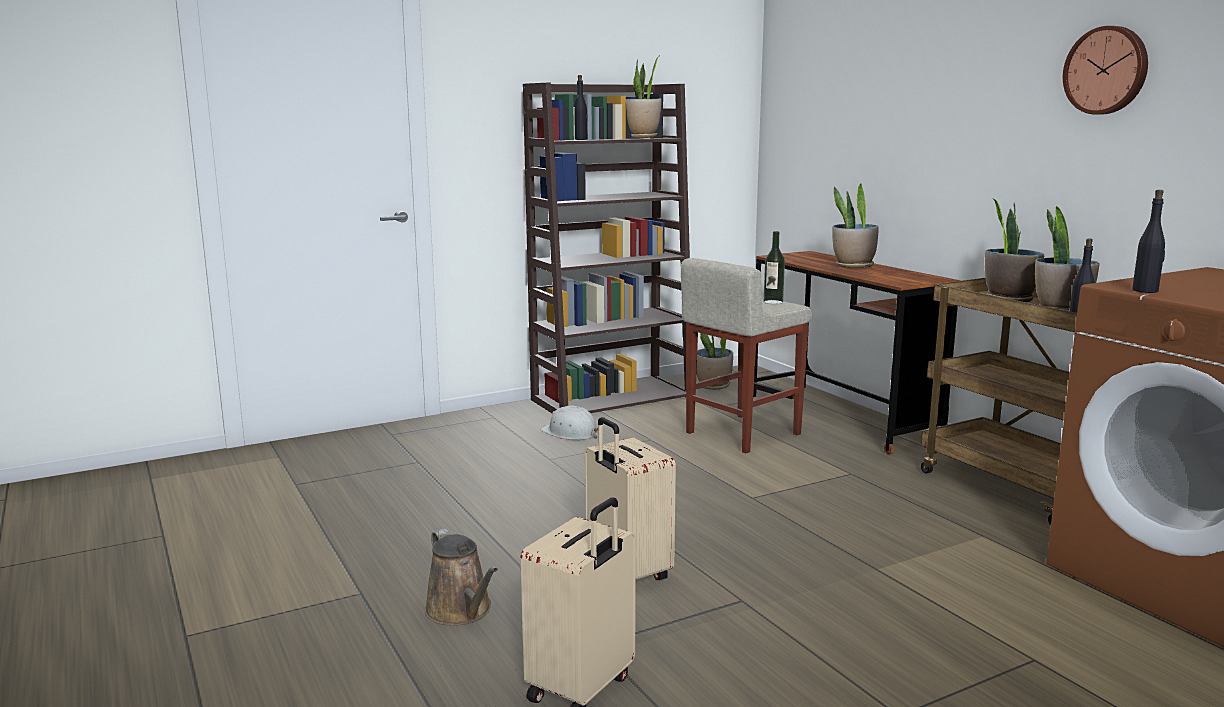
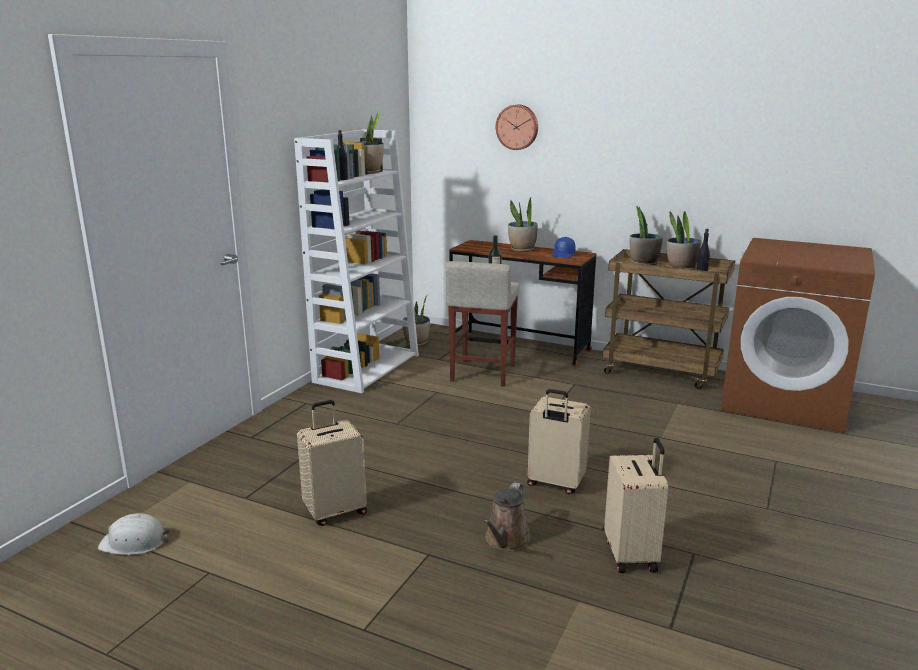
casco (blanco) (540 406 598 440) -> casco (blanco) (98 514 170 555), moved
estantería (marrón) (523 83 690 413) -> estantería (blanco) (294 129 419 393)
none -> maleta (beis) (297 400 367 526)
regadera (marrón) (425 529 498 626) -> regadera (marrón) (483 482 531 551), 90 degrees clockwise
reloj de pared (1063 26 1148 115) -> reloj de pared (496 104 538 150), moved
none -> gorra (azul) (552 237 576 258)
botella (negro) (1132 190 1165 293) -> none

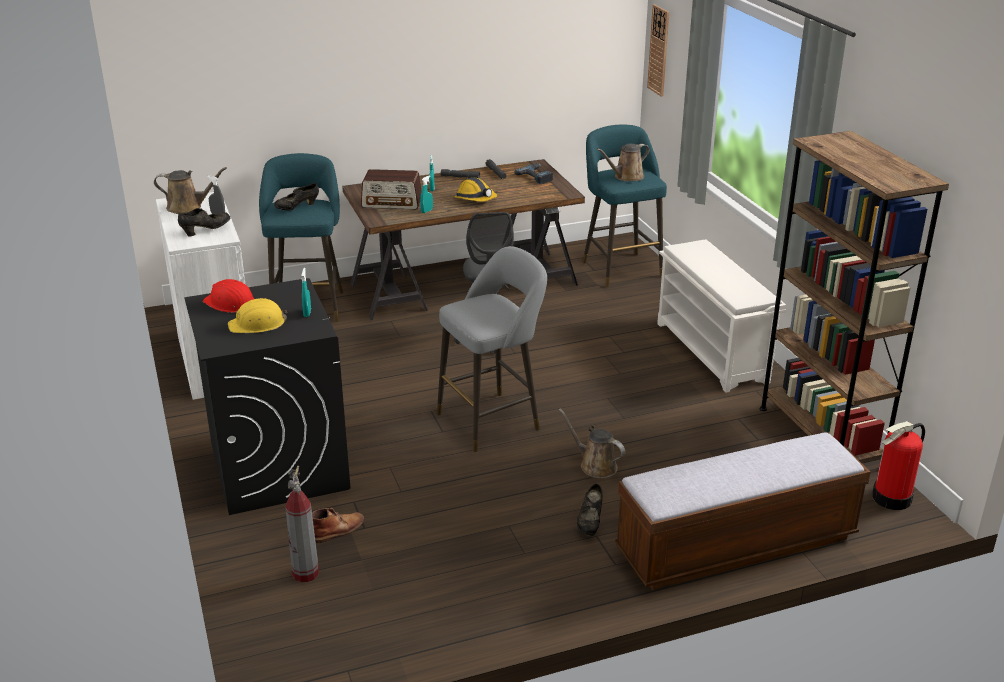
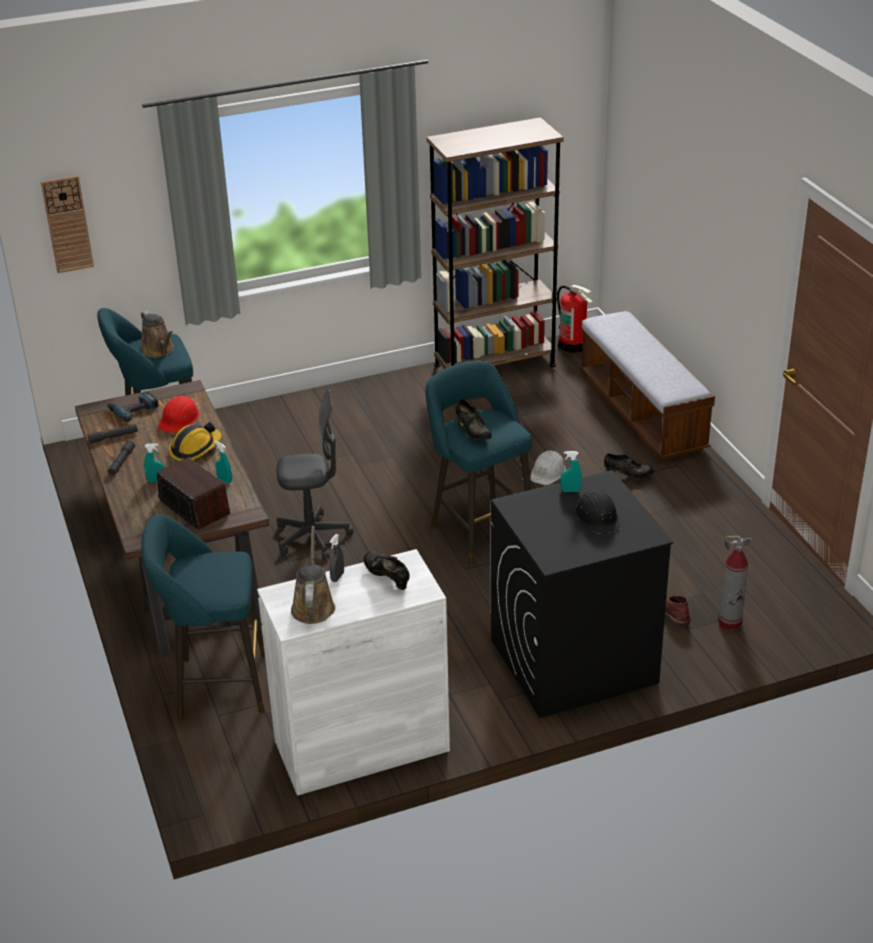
radio (361 169 422 210) -> radio (157 457 230 530), 45 degrees counterclockwise
casco (rojo) (203 279 255 313) -> casco (rojo) (158 396 200 433), moved
taburete (gris) (437 246 547 452) -> taburete (turquesa) (426 360 532 565)
zapato (negro) (274 183 319 210) -> zapato (negro) (456 399 492 440), moved
regadera (marrón) (559 409 625 478) -> casco (blanco) (530 451 566 485)
casco (amarillo) (228 298 287 333) -> casco (negro) (575 490 621 534)
zapatero (blanco) (657 240 786 393) -> none

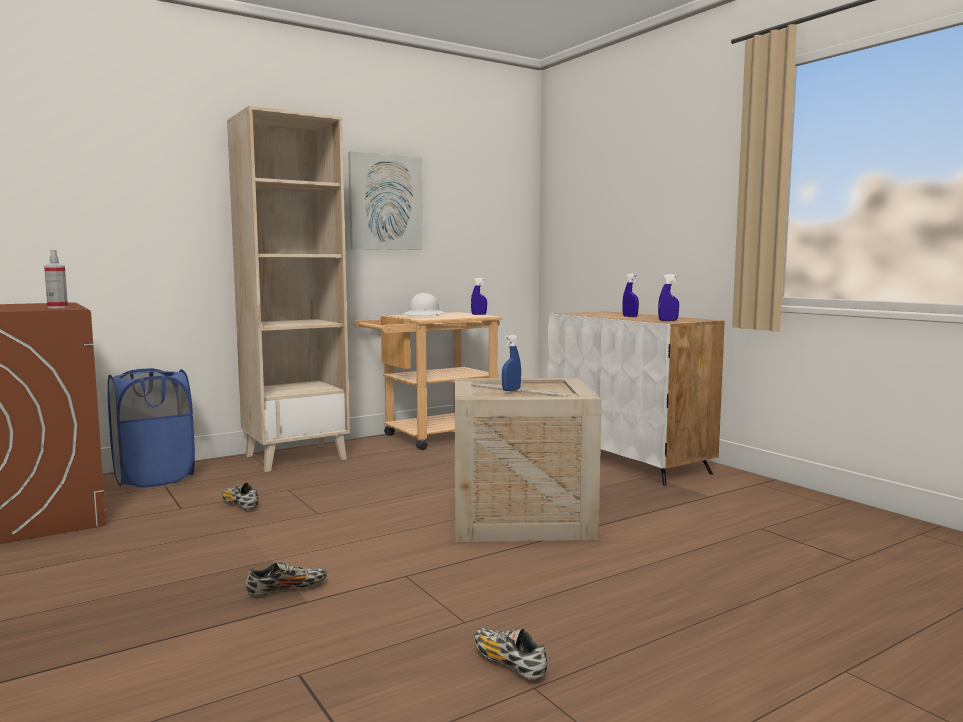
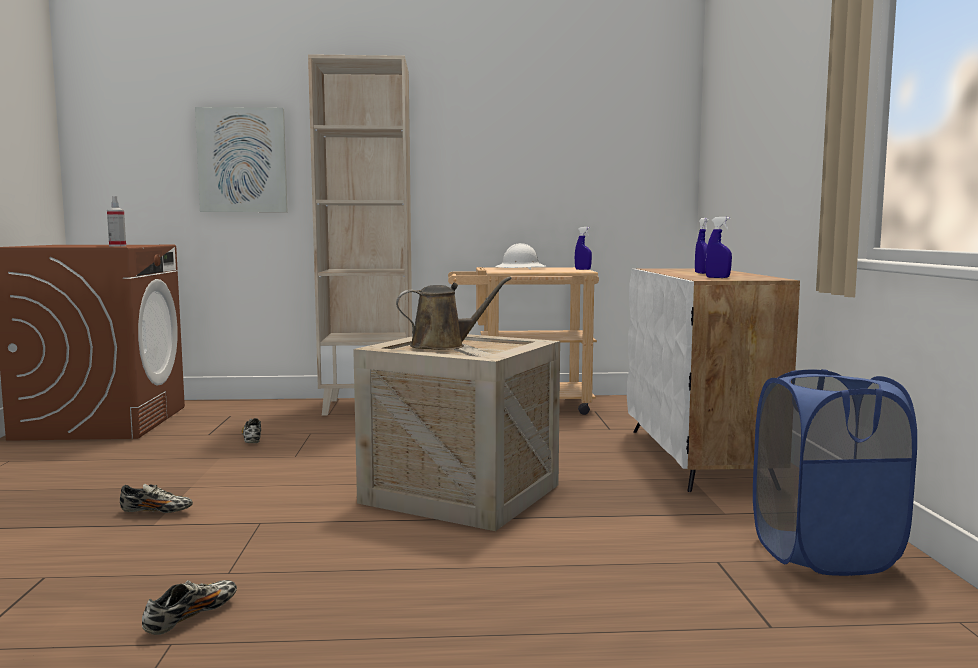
zapato (474 628 547 680) -> zapato (142 580 237 635), 45 degrees clockwise
cuadro (348 151 423 250) -> cuadro (195 107 288 212), moved
pulverizador (azul) (502 335 521 391) -> regadera (marrón) (396 276 512 350)
cesto de la ropa (azul) (108 368 195 488) -> cesto de la ropa (azul) (753 369 917 576), moved

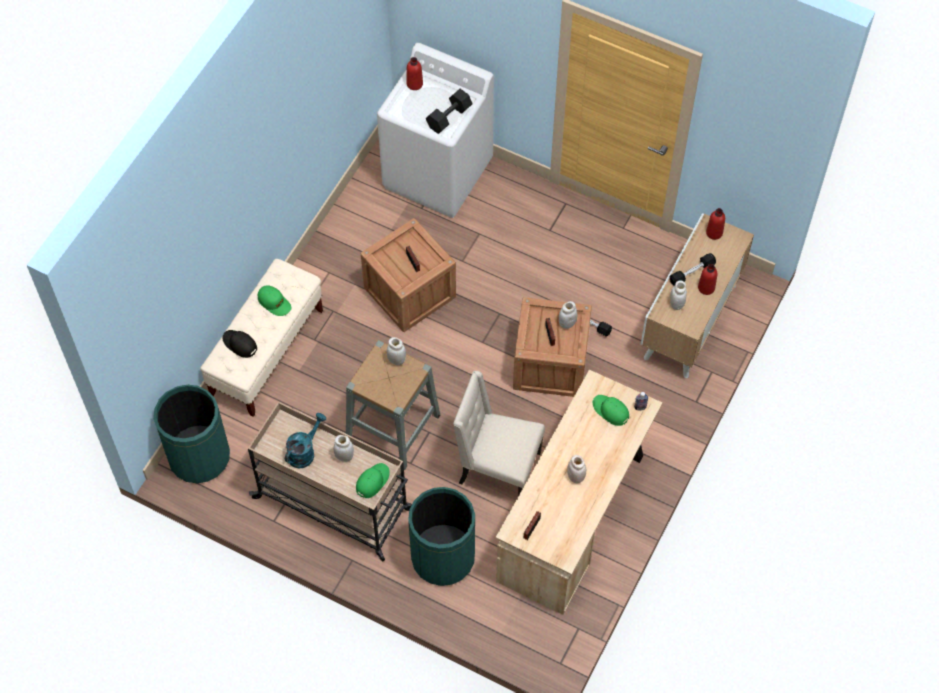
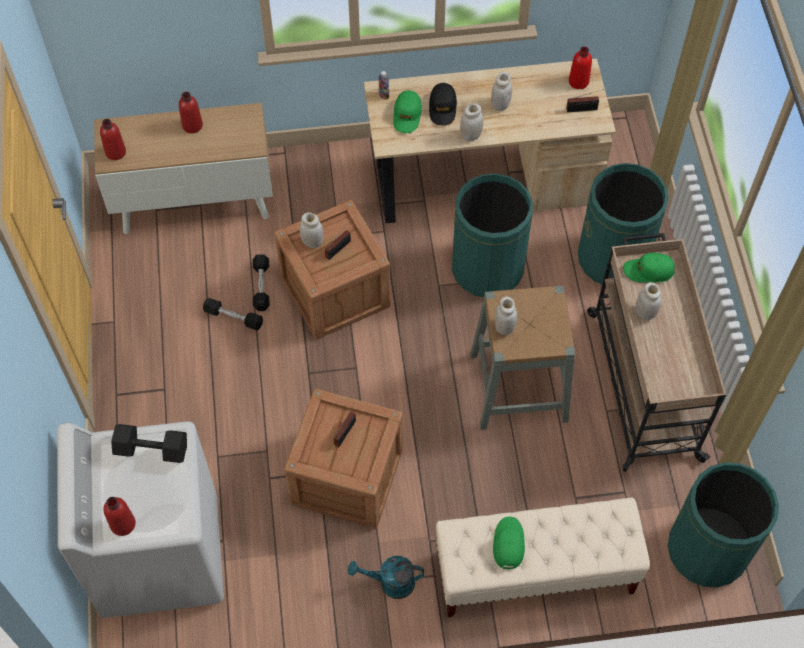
mancuerna (negro) (670 253 716 286) -> mancuerna (negro) (203 298 263 330), moved
regadera (turquesa) (285 413 326 469) -> regadera (turquesa) (348 556 424 599), moved
gorra (negro) (222 330 257 358) -> gorra (negro) (429 83 457 125), moved
silla (beis) (453 371 545 496) -> papelera (verde) (452 173 533 297)
tarro (blanco) (670 280 687 310) -> tarro (blanco) (460 103 484 142), moved
none -> botella (rojo) (569 47 592 89)

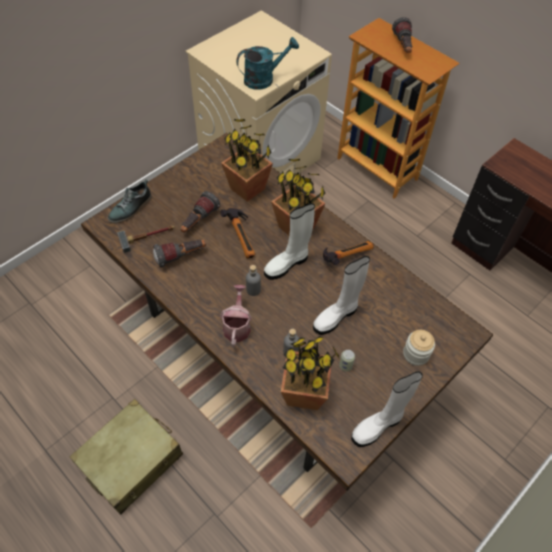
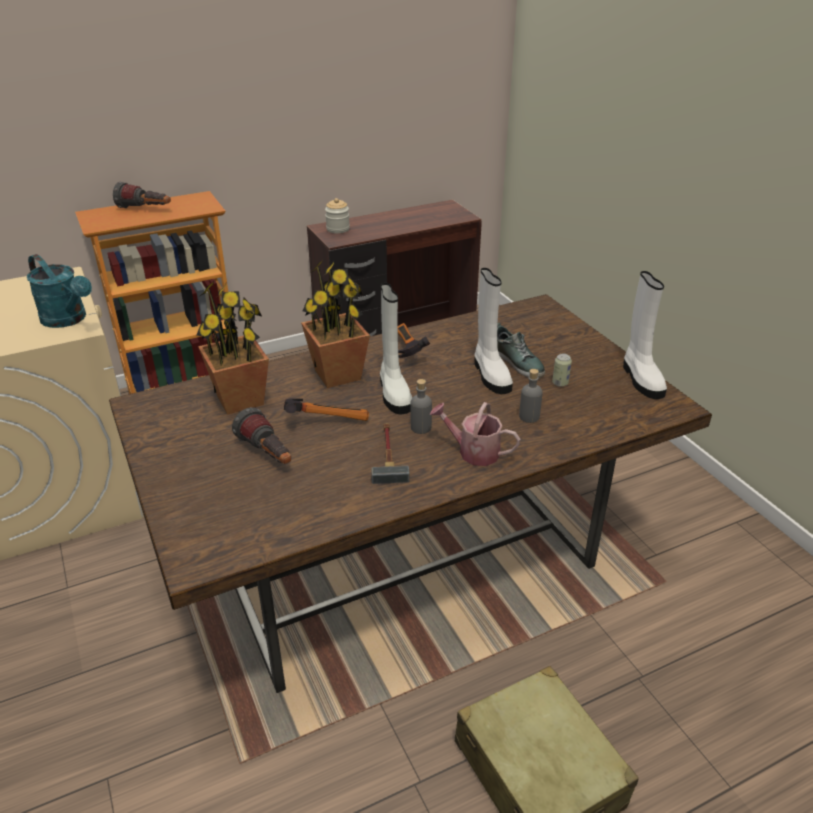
regadera (turquesa) (236 37 299 90) -> regadera (turquesa) (27 254 92 328), 135 degrees clockwise
tarro (403 330 435 366) -> tarro (325 198 350 233), moved
martillo (117 225 174 253) -> martillo (371 423 410 484), moved
zapato (108 179 152 223) -> zapato (497 323 545 378), moved
linterna (153 240 206 268) -> none
planta en maceta (281 336 339 410) -> none

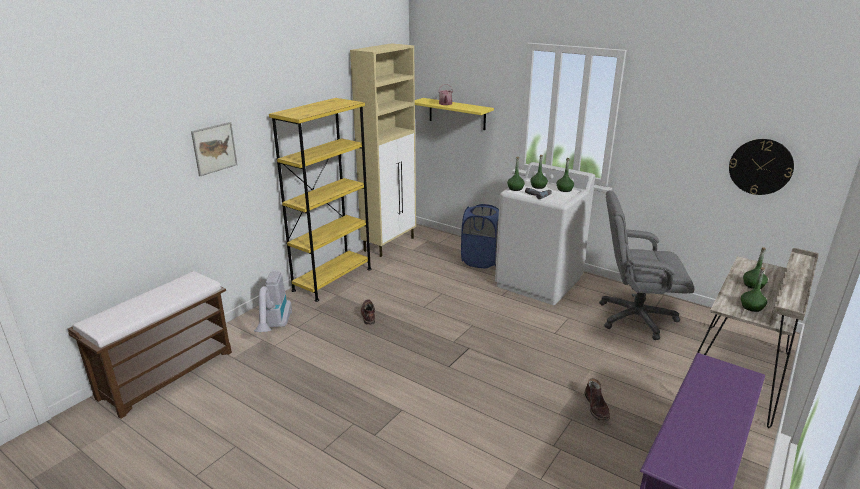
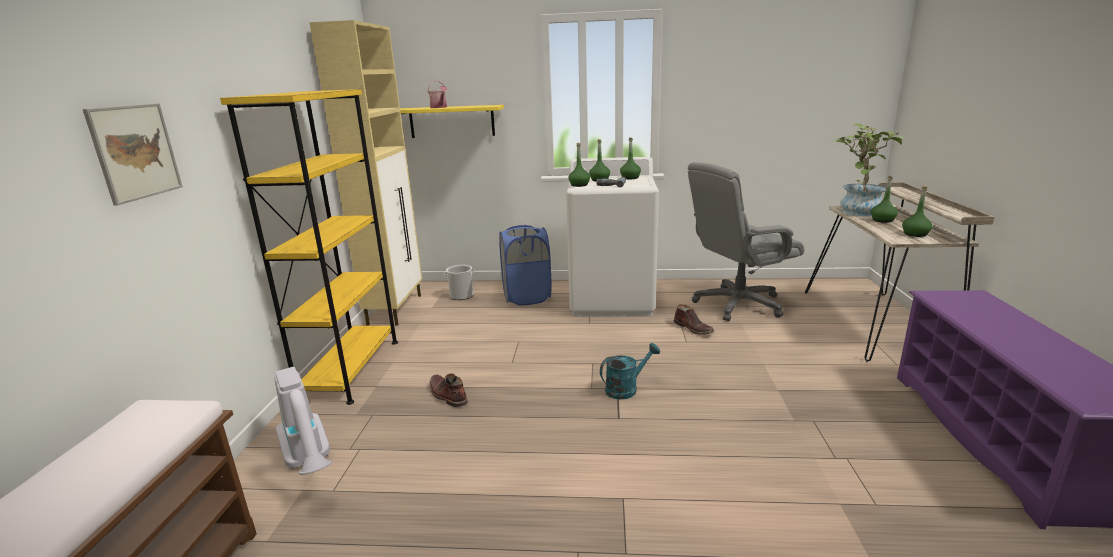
none -> cubo (444 265 475 300)
none -> regadera (turquesa) (600 343 660 399)
bota (marrón) (584 378 610 421) -> bota (marrón) (674 304 714 335), moved
none -> planta en maceta (833 123 905 217)
reloj de pared (729 139 794 195) -> none

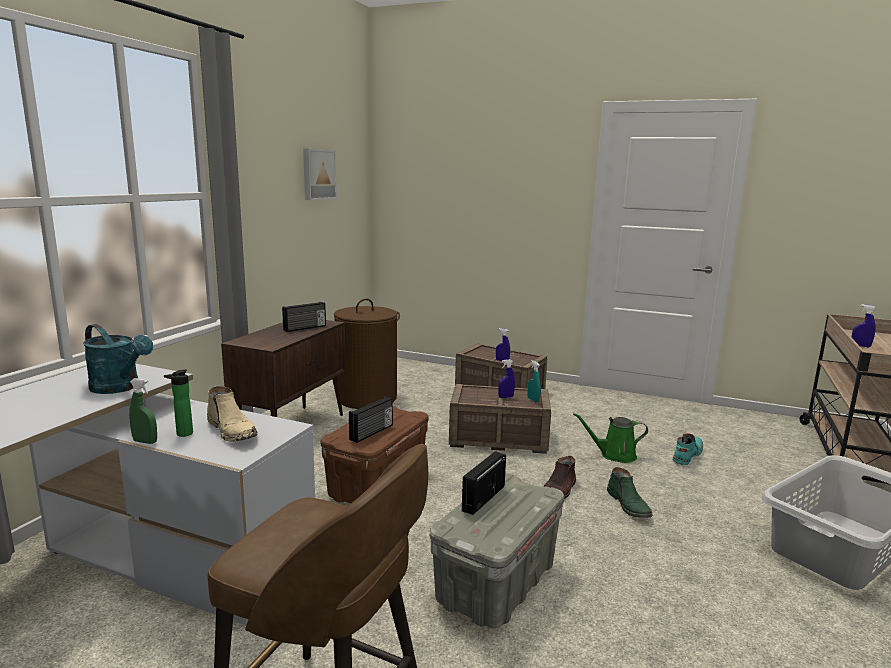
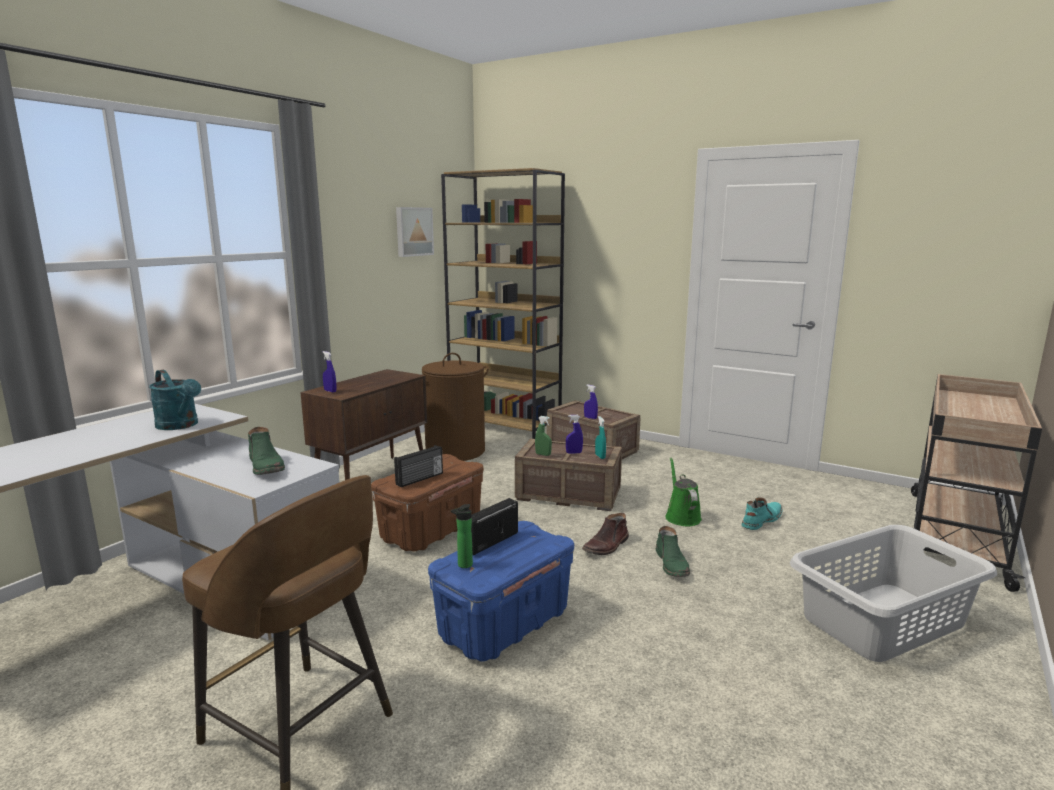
bota (beis) (207 386 258 442) -> bota (verde) (248 427 285 475)
pulverizador (azul) (852 304 876 347) -> pulverizador (azul) (322 351 337 393), moved
caja de almacenaje (gris) (430 473 564 628) -> caja de almacenaje (azul) (428 521 574 662)
none -> estantería (marrón) (441 168 565 439)
botella (164 369 193 437) -> botella (451 504 473 568), moved
pulverizador (verde) (129 378 157 444) -> pulverizador (verde) (535 416 552 456), moved
regadera (verde) (573 413 648 463) -> regadera (verde) (665 458 702 526), 75 degrees clockwise
radio (282 302 326 332) -> none

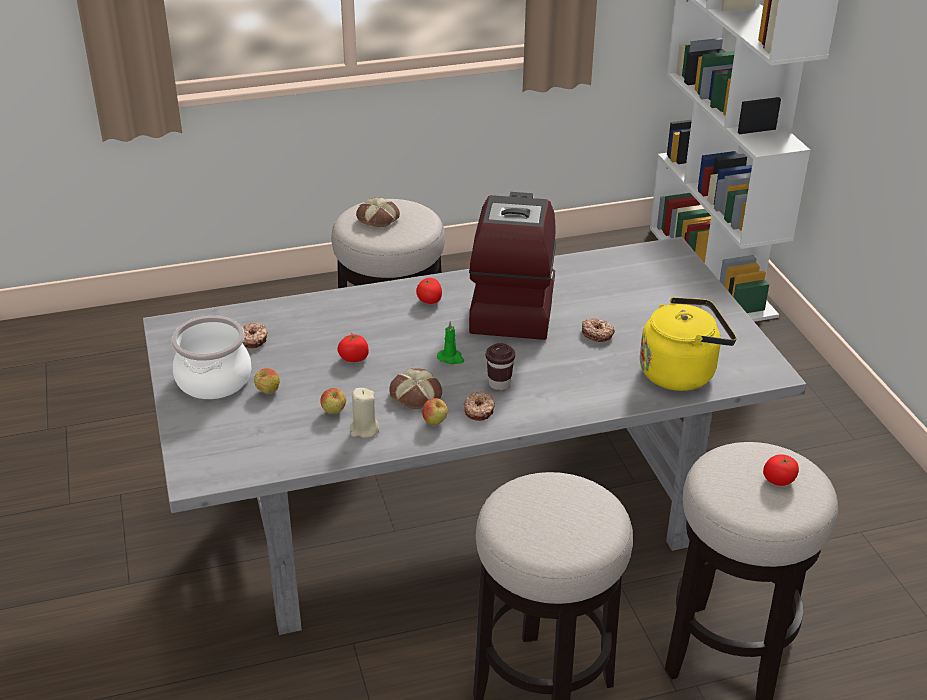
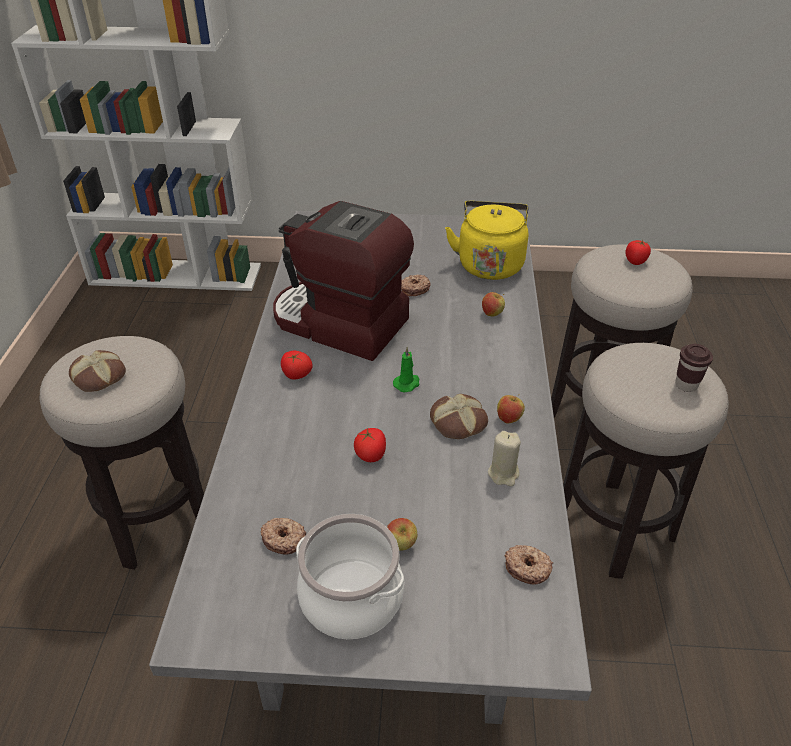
manzana (320 388 346 414) -> manzana (482 292 505 317), moved
rosquilla (464 392 495 421) -> rosquilla (505 545 553 585), moved
taza (marrón) (486 343 515 390) -> taza (marrón) (675 344 713 392), moved

